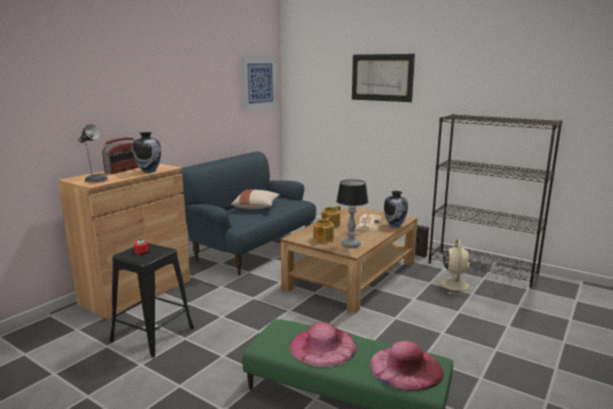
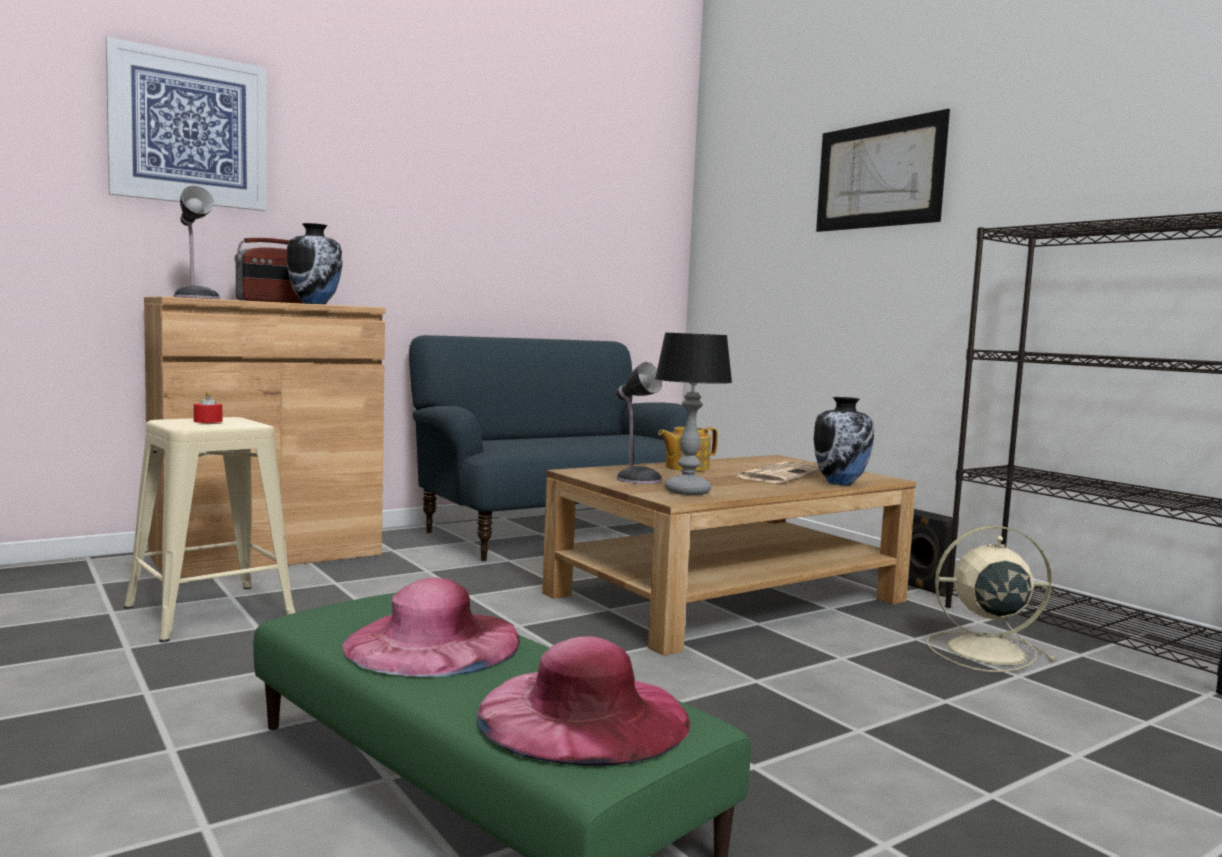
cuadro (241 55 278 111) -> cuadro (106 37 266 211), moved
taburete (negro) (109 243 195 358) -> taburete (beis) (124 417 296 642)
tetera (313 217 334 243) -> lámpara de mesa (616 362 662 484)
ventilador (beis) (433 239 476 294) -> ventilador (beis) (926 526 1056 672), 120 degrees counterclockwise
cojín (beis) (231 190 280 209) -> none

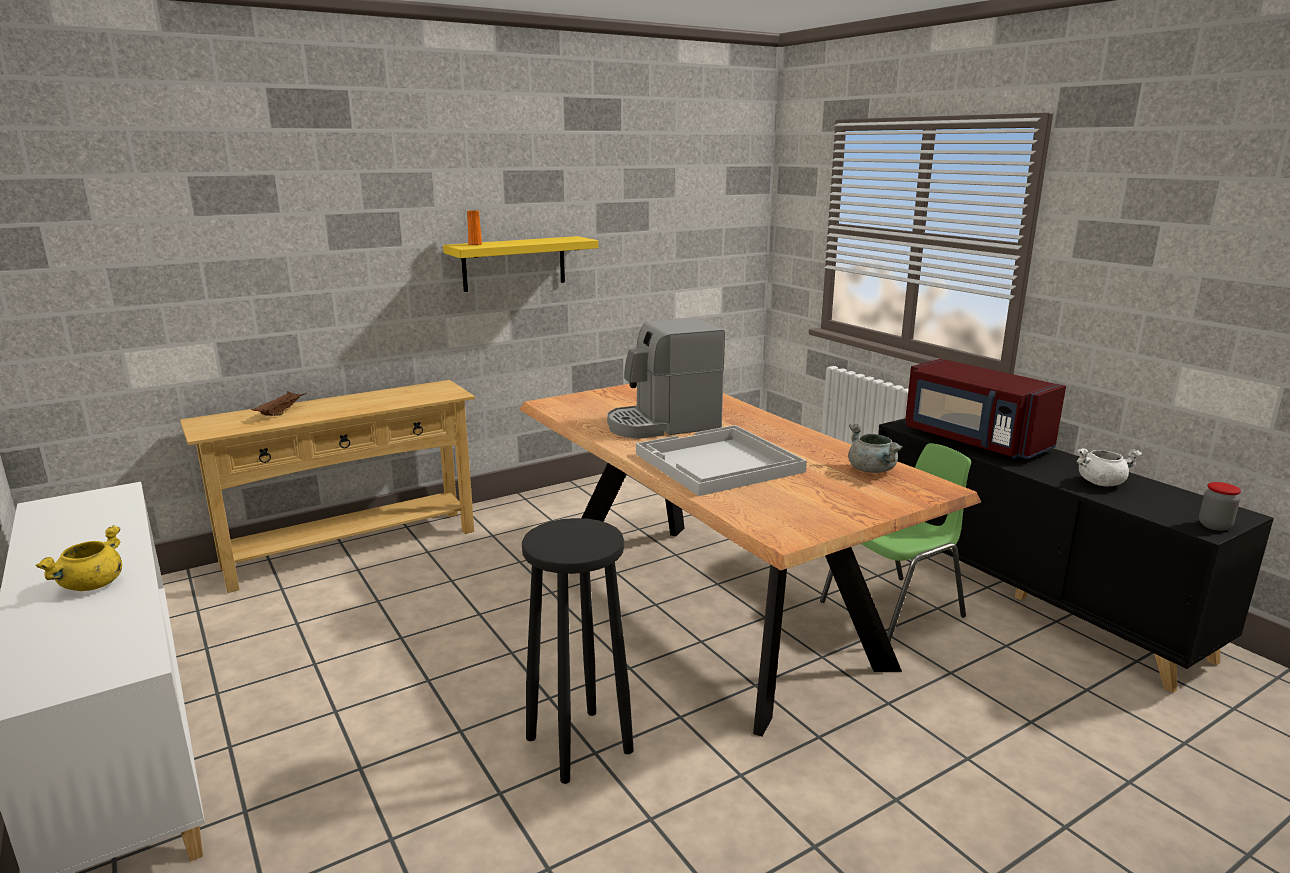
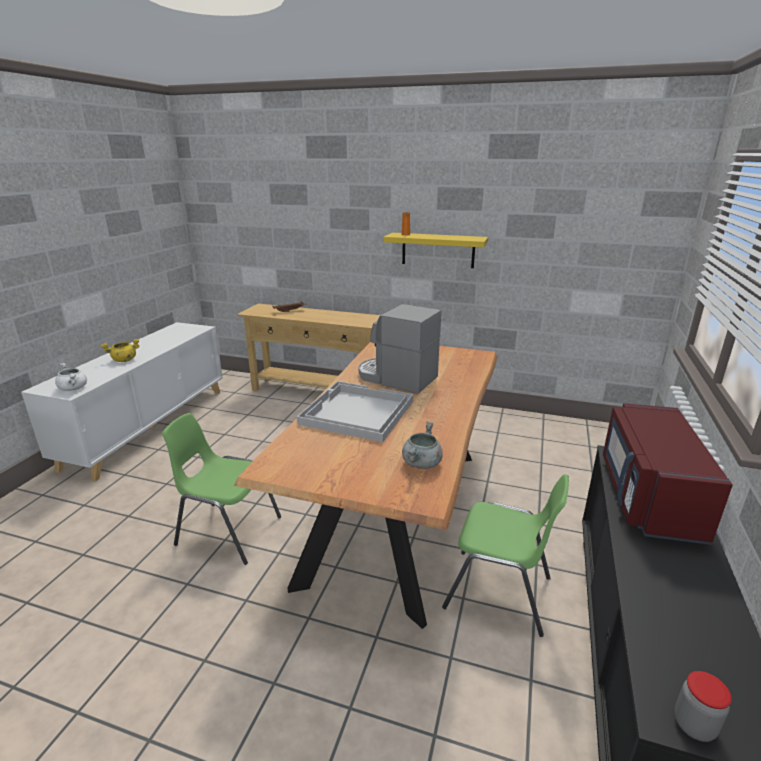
olla (blanco) (1077 448 1142 486) -> olla (blanco) (55 363 87 391), moved
taburete (negro) (522 518 634 784) -> silla (verde) (162 413 281 565)

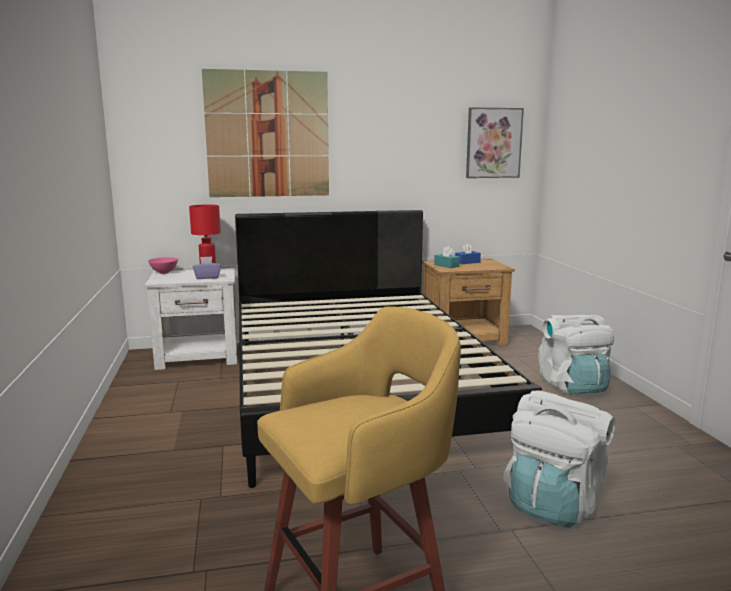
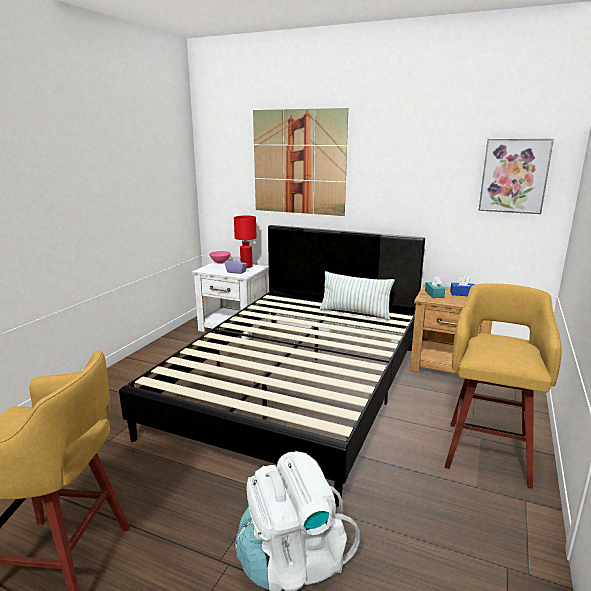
none -> cojín (320 271 395 320)
mochila (blanco) (538 315 614 394) -> taburete (amarillo) (445 283 561 489)

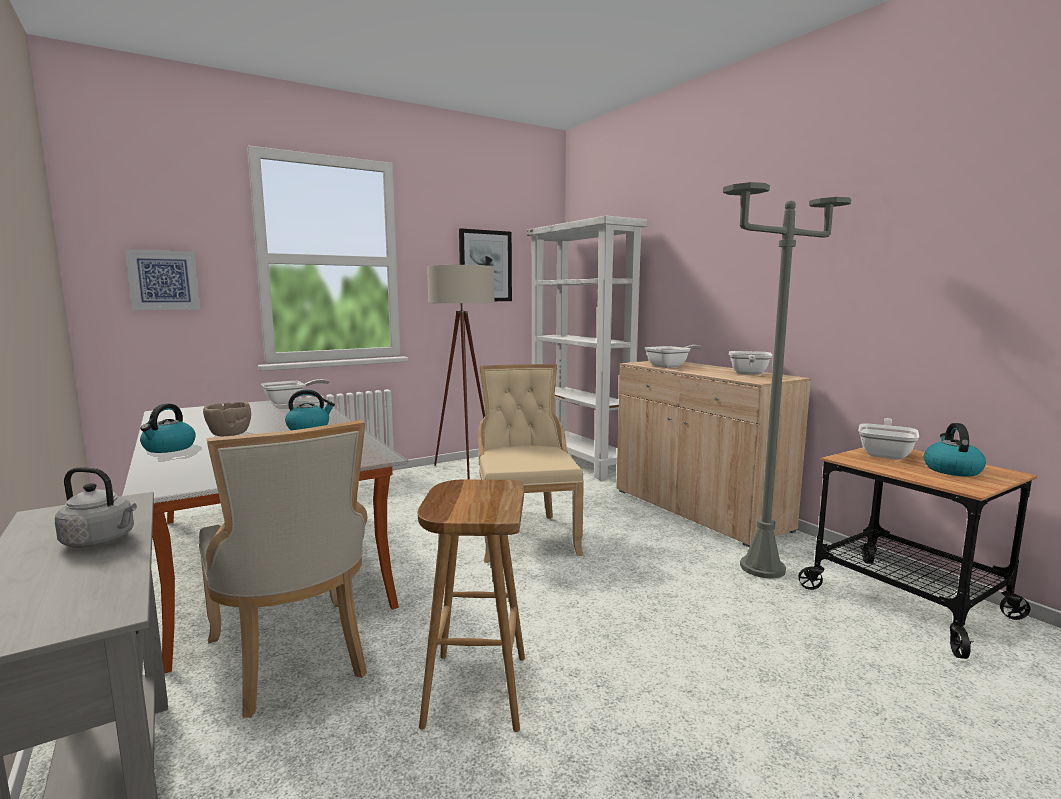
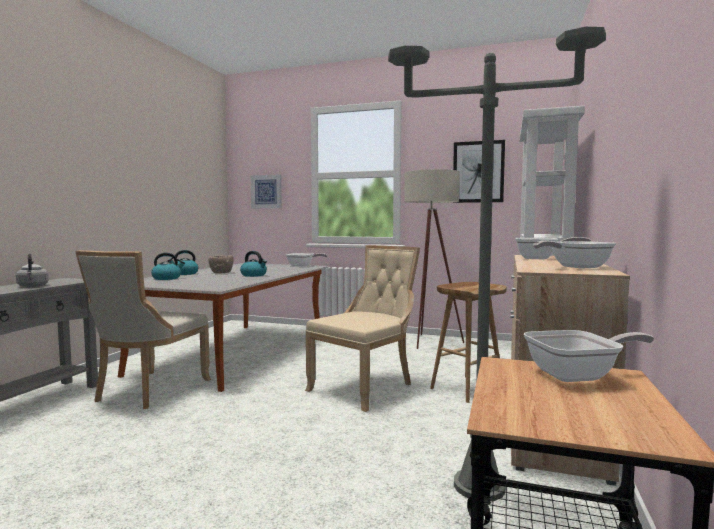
hervidor (924 423 986 476) -> hervidor (151 253 185 280), moved
taburete (marrón) (418 479 525 732) -> taburete (marrón) (430 282 507 403), moved

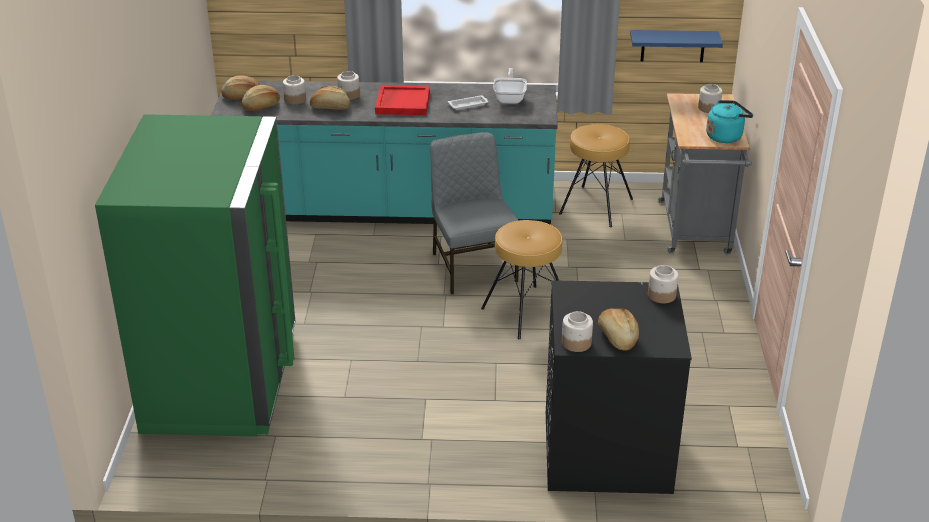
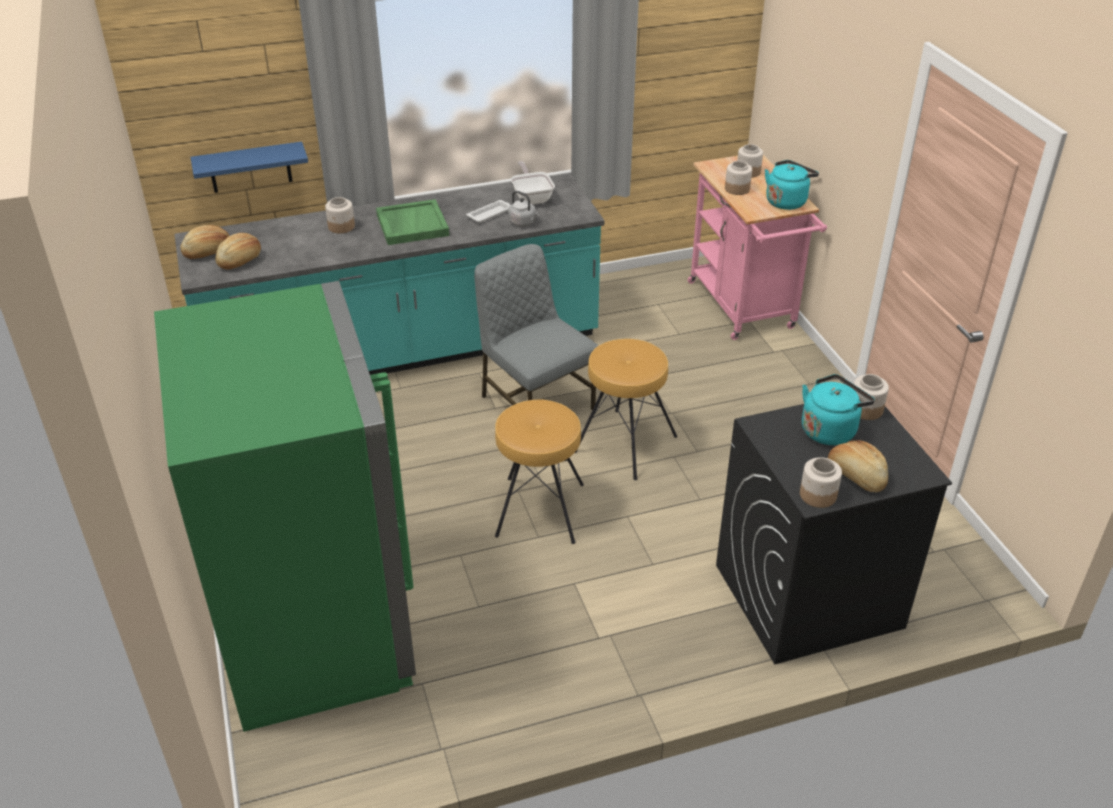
estante (azul) (630 30 723 62) -> estante (azul) (190 141 308 193), moved
bandeja (rojo) (375 85 430 115) -> bandeja (verde) (376 199 449 245)
taburete (marrón) (559 124 633 227) -> taburete (marrón) (495 400 584 544), moved
none -> hervidor (gris) (508 191 539 227)
carrito (gris) (658 93 752 255) -> carrito (rosa) (688 155 827 340)
tarro (283 75 306 105) -> tarro (725 161 752 195), moved
none -> hervidor (turquesa) (802 374 875 445)
pan (310 86 350 110) -> none

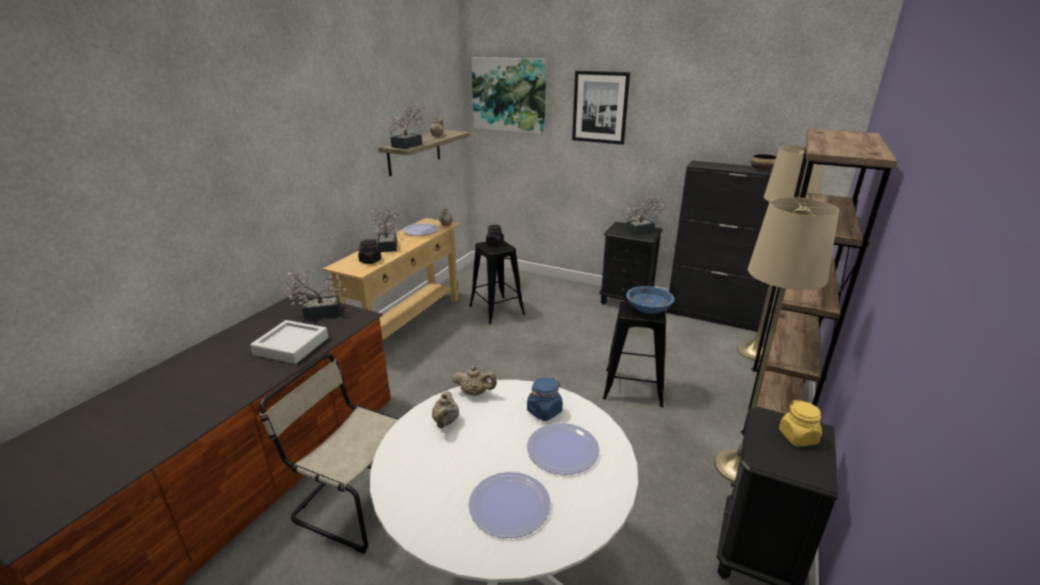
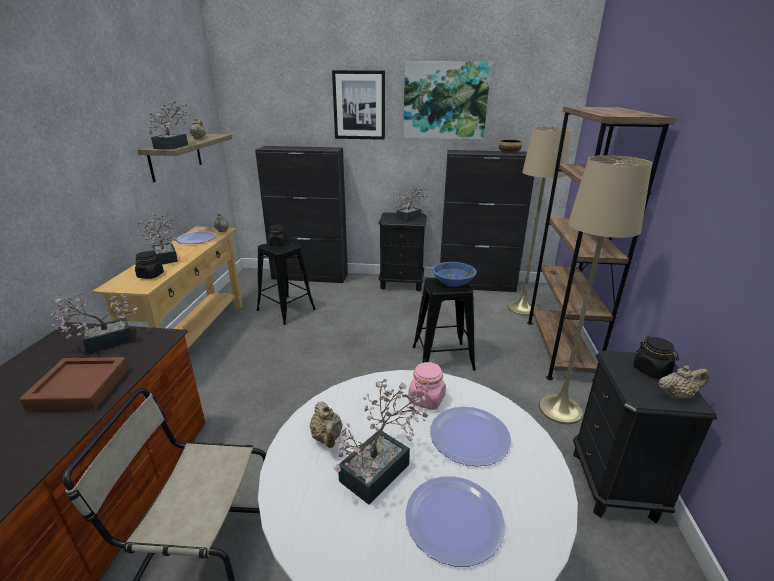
bandeja (gris) (250 320 328 364) -> bandeja (marrón) (19 357 129 412)
none -> armario (negro) (255 146 348 283)
none -> planta en maceta (334 379 428 505)
cuadro (471 57 546 134) -> cuadro (403 61 491 140), moved
tarro (azul) (527 377 563 421) -> tarro (rosa) (408 362 446 410)
tarro (amarillo) (779 400 822 446) -> tarro (negro) (633 336 679 379)
tetera (beis) (452 366 497 396) -> tetera (beis) (658 365 709 399), moved

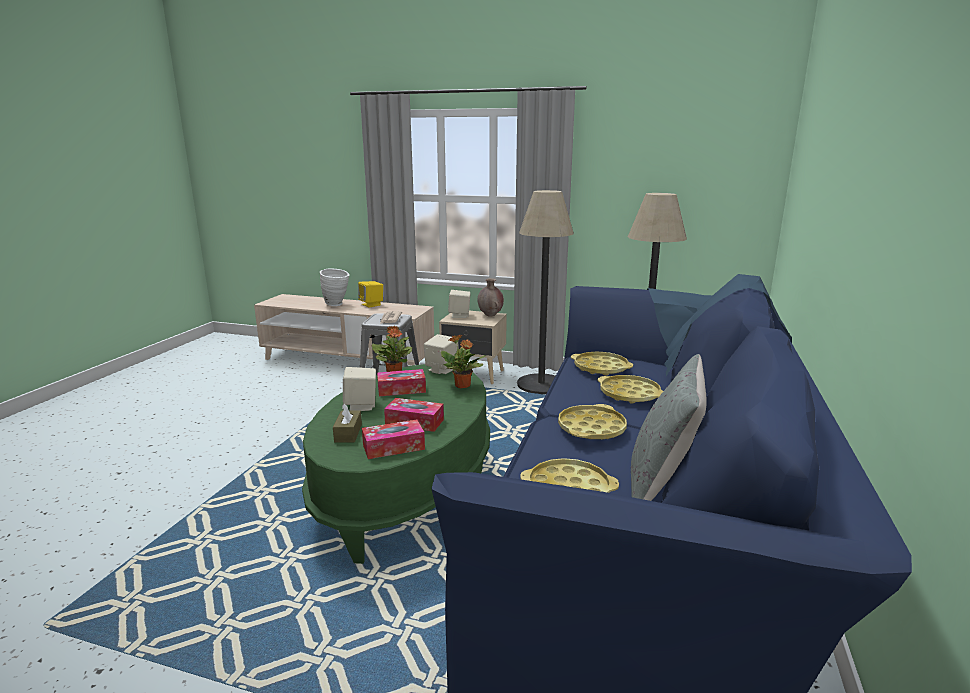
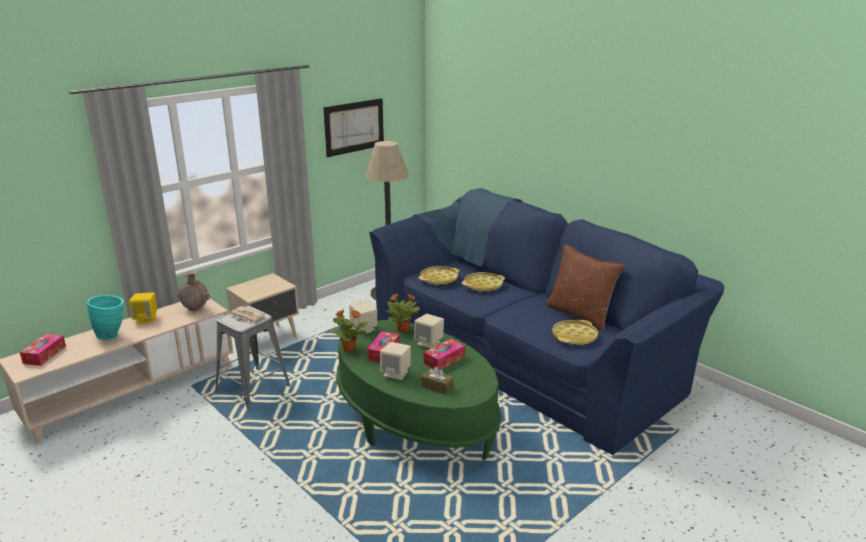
caja de pañuelos (362 420 425 459) -> caja de pañuelos (20 334 66 366), moved
florero (blanco) (320 269 350 306) -> florero (turquesa) (87 295 124 340)
florero (marrón) (478 278 504 317) -> florero (marrón) (177 272 210 311), moved
none -> cuadro (323 98 384 157)
altavoz (beis) (448 290 471 318) -> altavoz (beis) (414 314 444 349), moved
cojín (gris) (631 354 707 501) -> cojín (marrón) (546 244 625 331)
lámpara de pie (517 190 574 394) -> none
bandeja (amarillo) (558 404 627 439) -> none

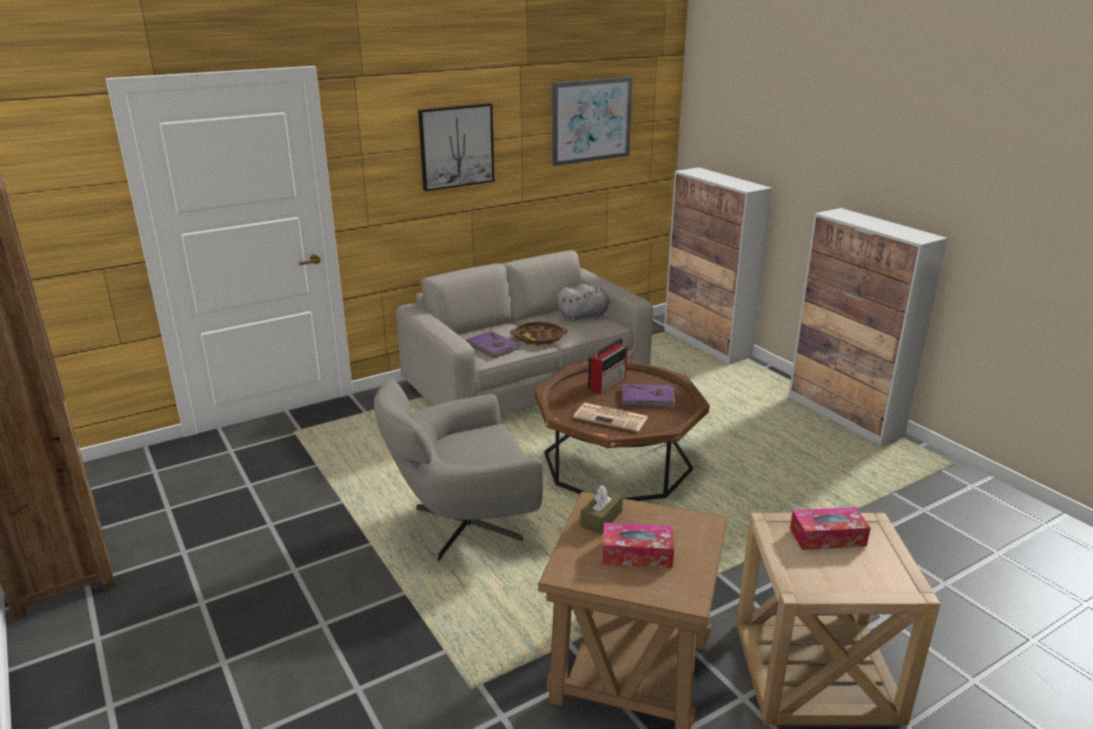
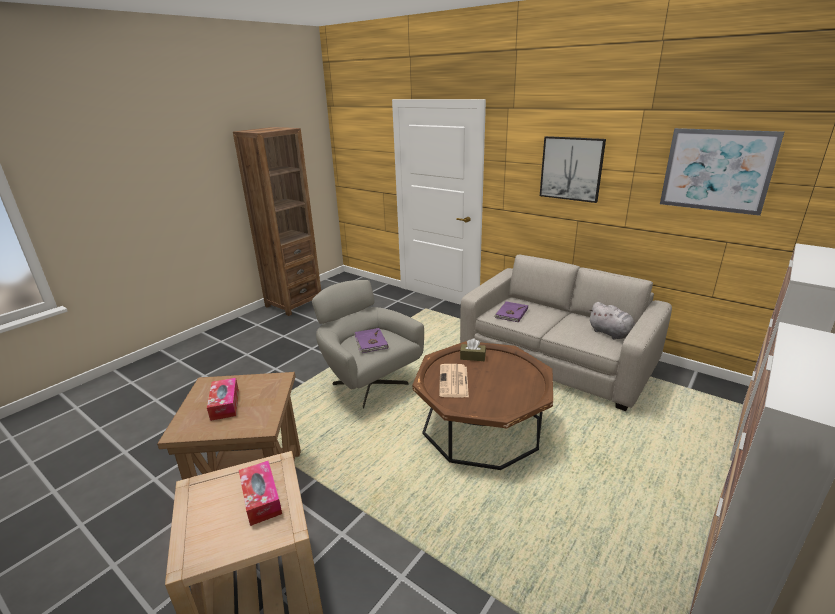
libro (morado) (622 384 675 407) -> libro (morado) (354 328 388 353), moved
caja de pañuelos (marrón) (580 485 623 535) -> caja de pañuelos (marrón) (460 338 486 361), moved
bandeja (marrón) (510 322 568 346) -> none
radio (588 338 627 394) -> none

